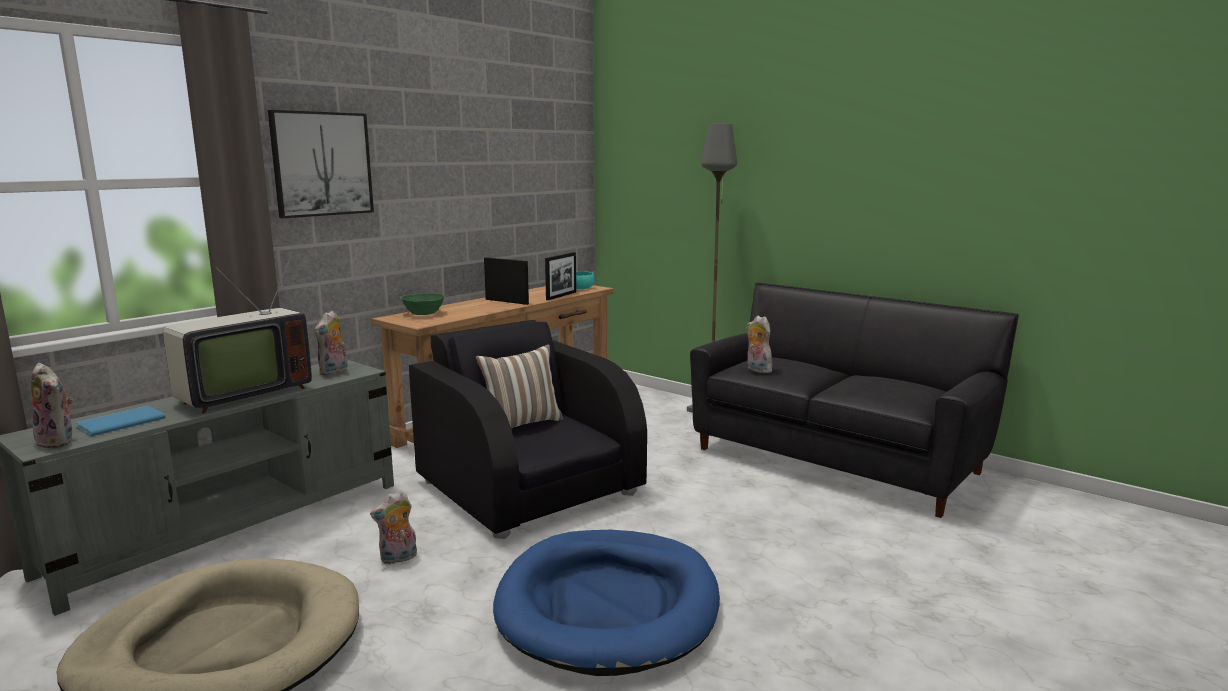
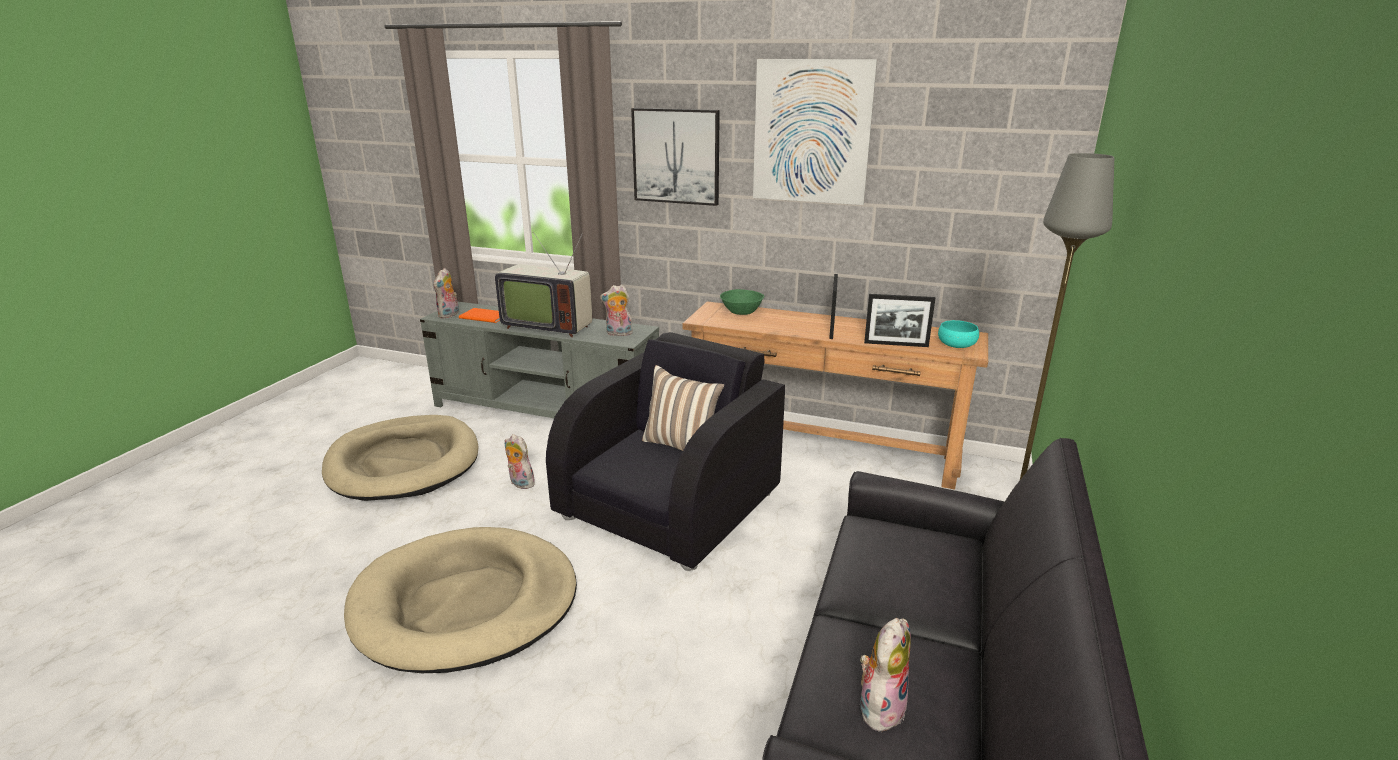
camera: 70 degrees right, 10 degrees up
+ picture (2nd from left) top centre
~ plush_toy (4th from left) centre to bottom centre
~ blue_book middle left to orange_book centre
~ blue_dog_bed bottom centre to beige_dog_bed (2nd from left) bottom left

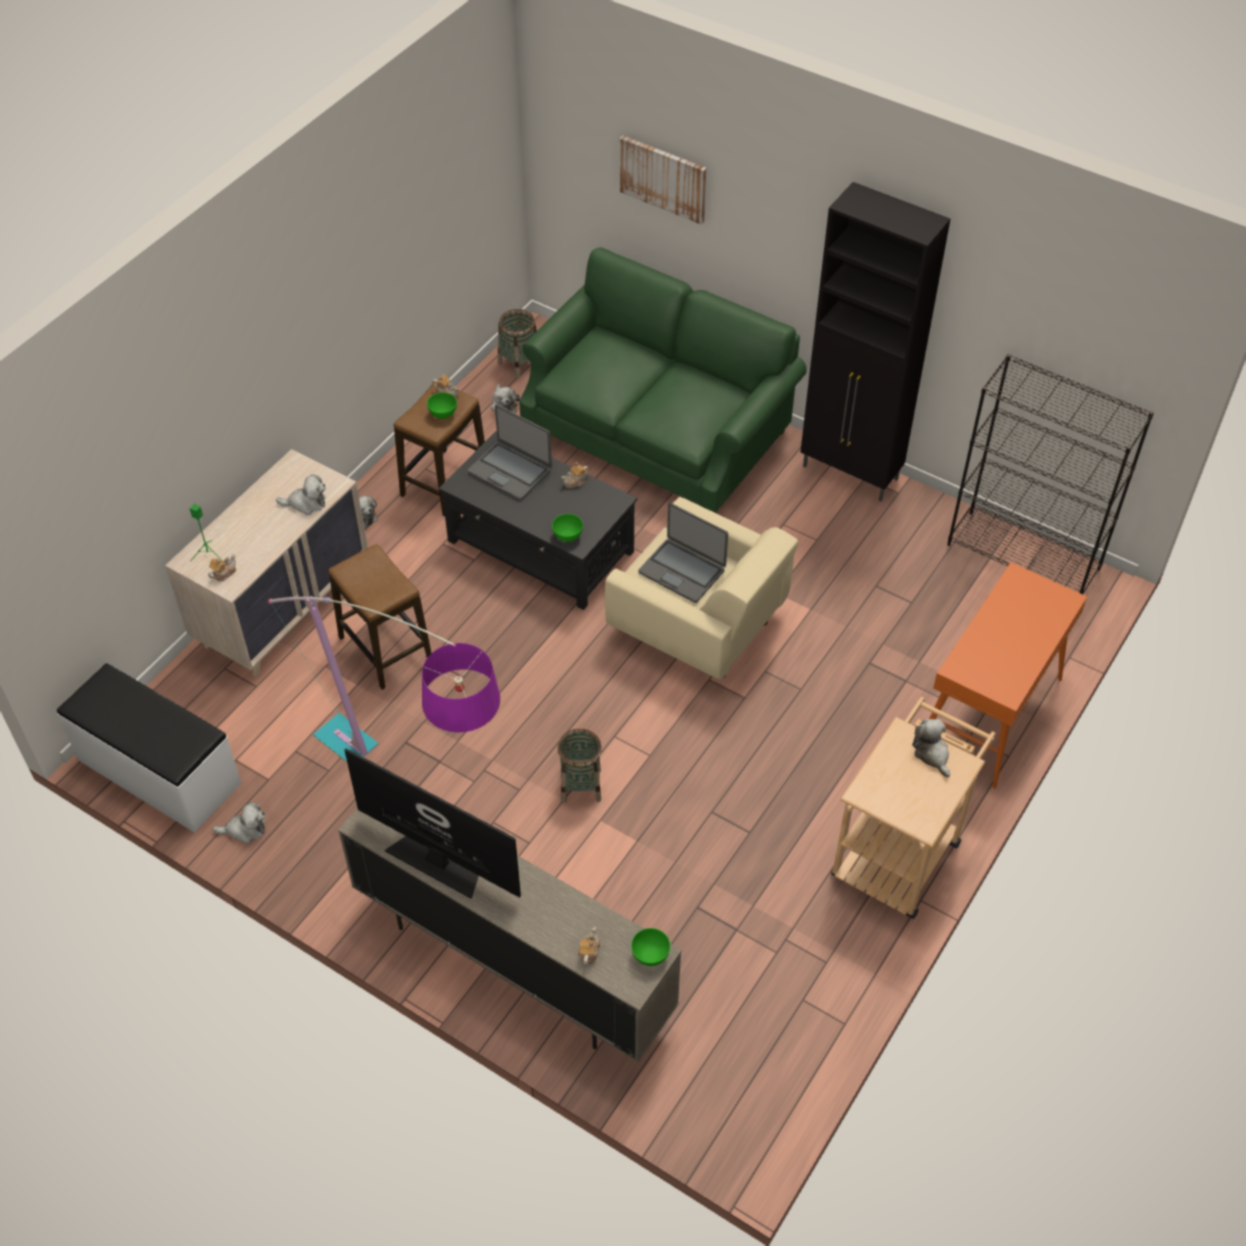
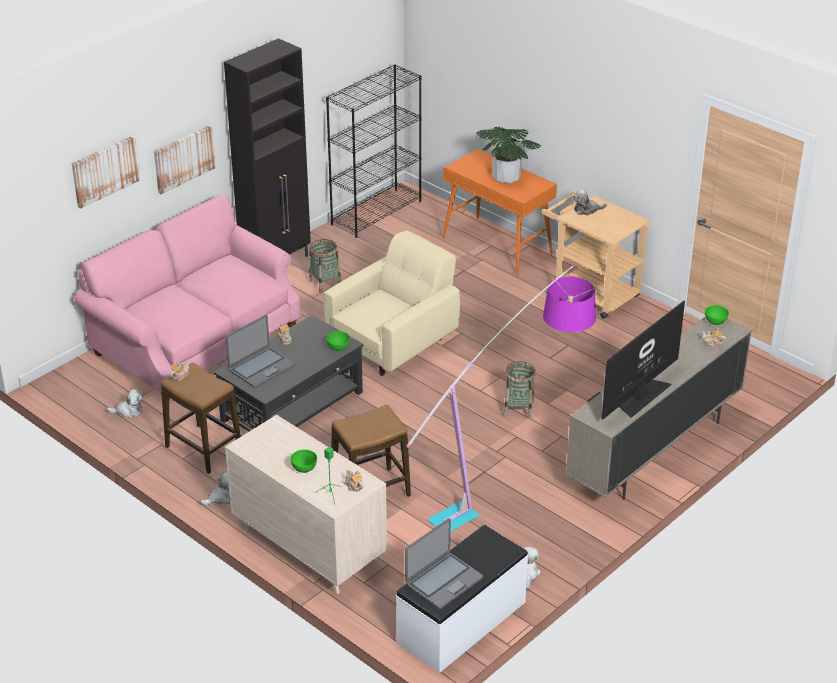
camera: 80 degrees left, 15 degrees down
- plush_toy (2nd from left) middle left
+ picture (2nd from left) top left
+ potted_plant top centre
~ green_bowl (1st from left) top centre to bottom centre
~ basket (1st from left) top centre to centre
~ laptop (2nd from left) centre to bottom centre
~ green_sofa top centre to pink_sofa middle left

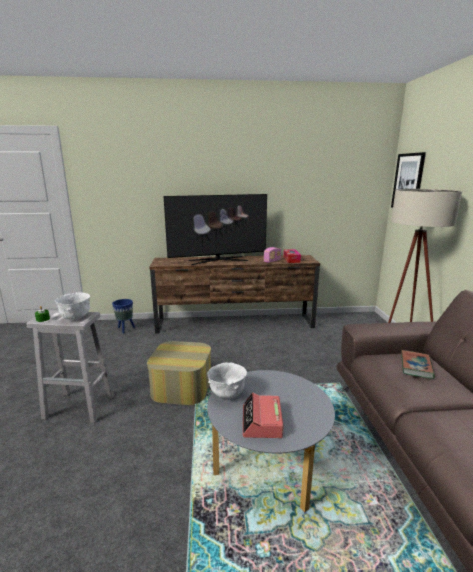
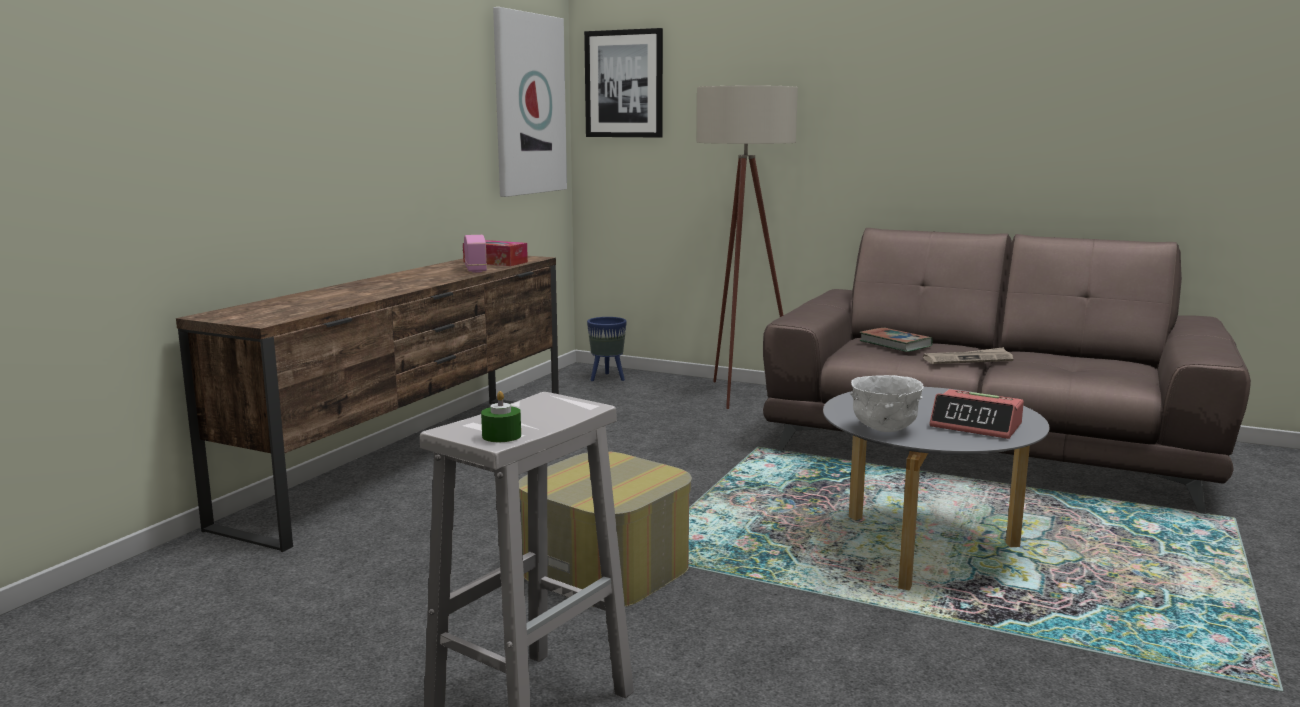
camera: 60 degrees left, 5 degrees down
- white_bowl (1st from left) middle left
- television centre
+ picture (1st from left) top centre
+ newspaper middle right
~ blue_planter middle left to centre

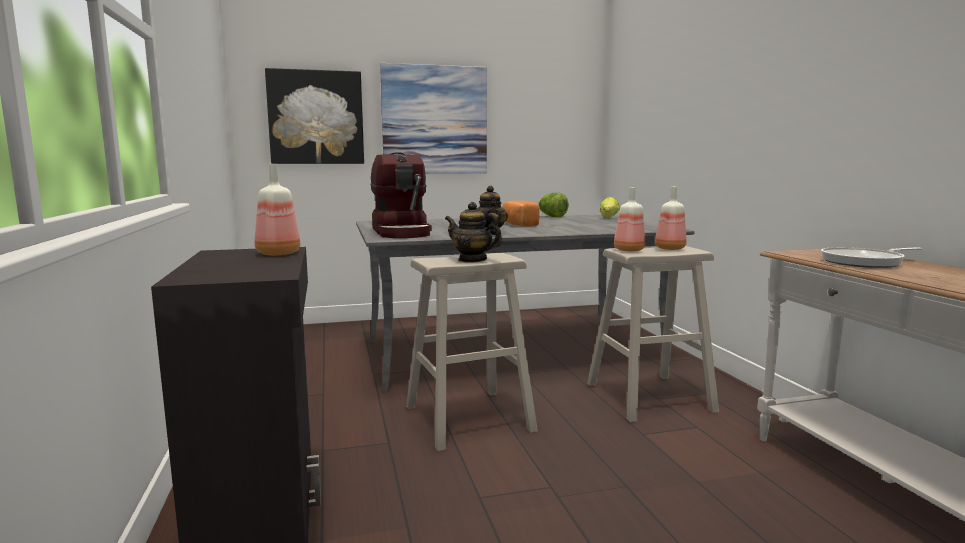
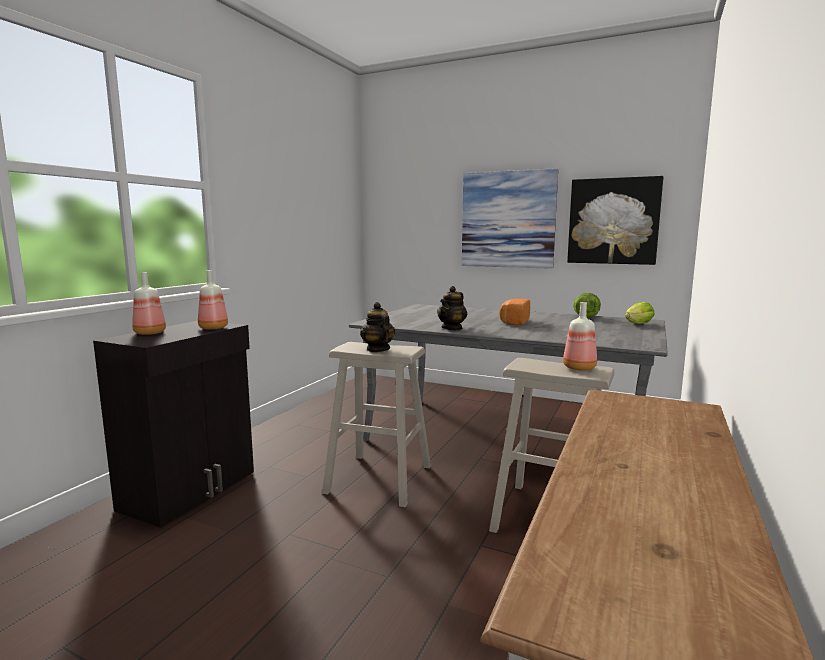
camera: 40 degrees right, 0 degrees up
- coffee_machine centre
- frying_pan middle right
~ picture (1st from left in the first image) top left to picture (2nd from left) middle right
~ bottle (2nd from left in the first image) centre to bottle (1st from left) middle left

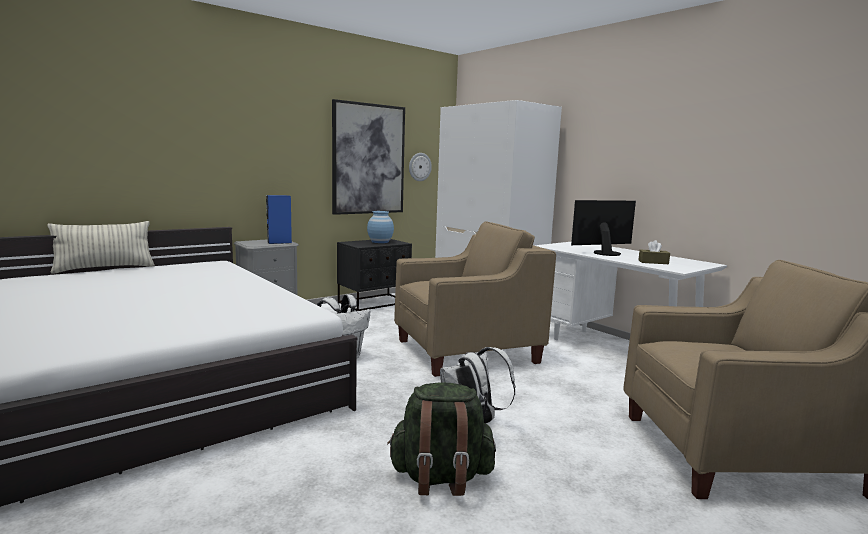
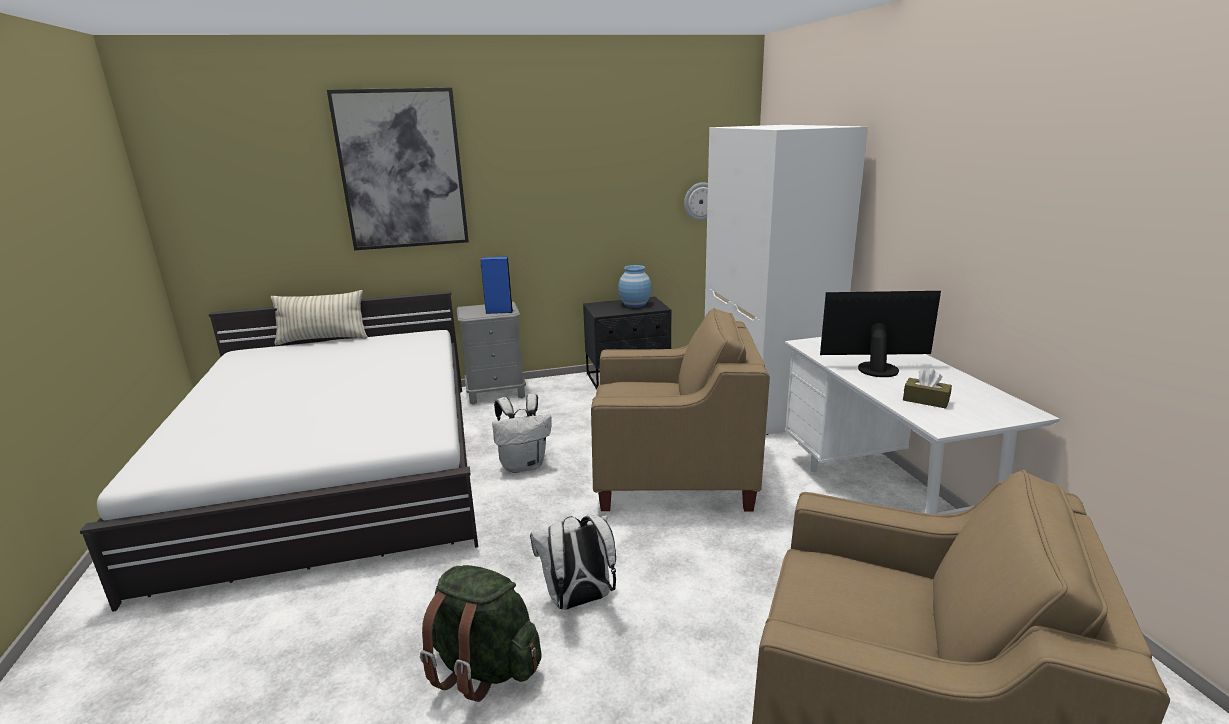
camera: 25 degrees right, 10 degrees up
~ picture top centre to top left

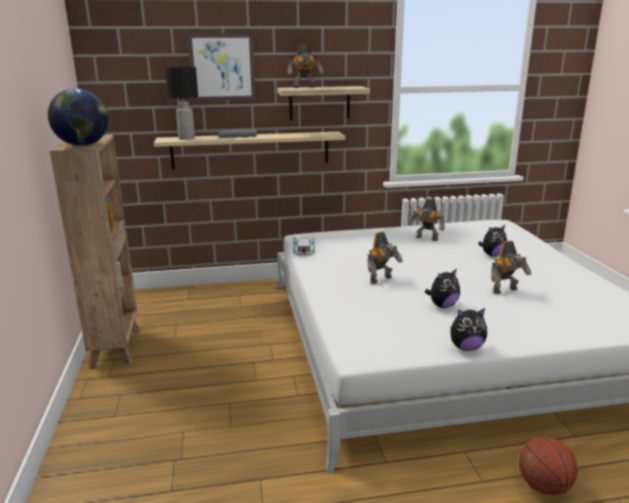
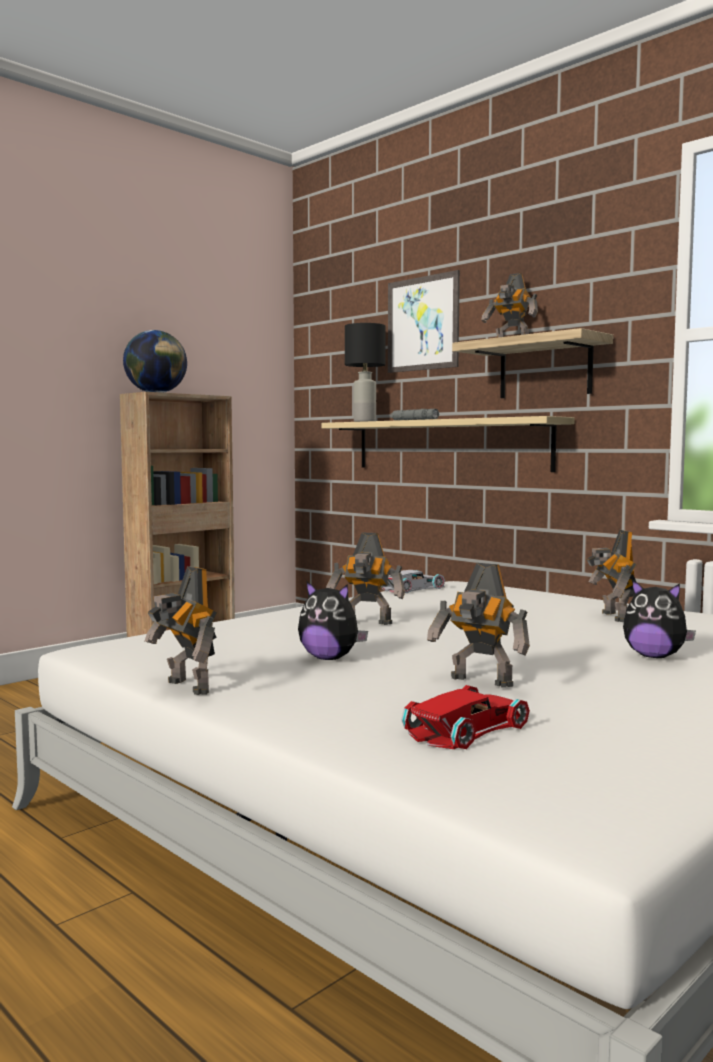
camera: 55 degrees right, 15 degrees down
- basketball bottom right
+ red_toy_car bottom centre
~ plush_toy (2nd from left) middle right to toy_robot (1st from left) middle left

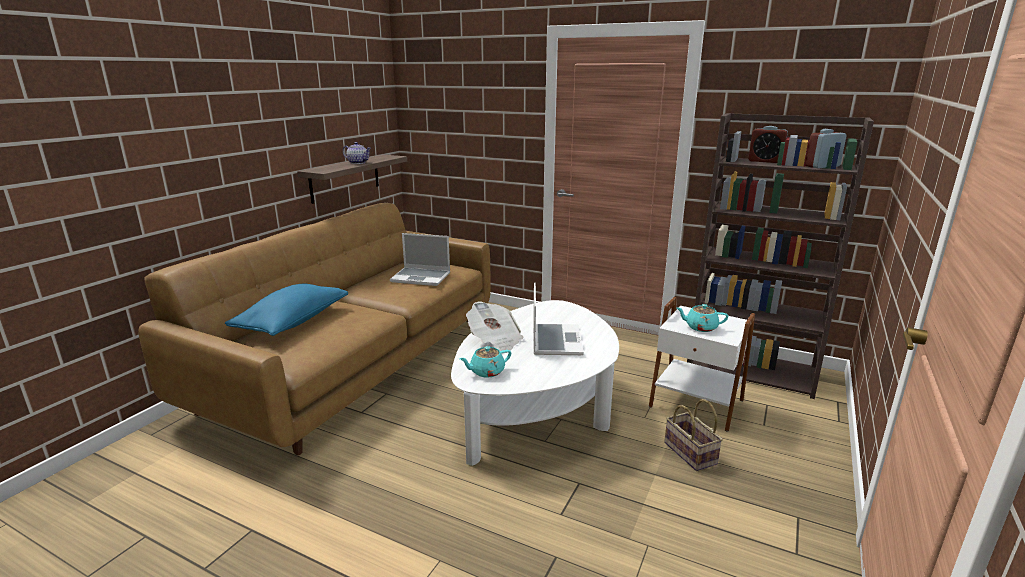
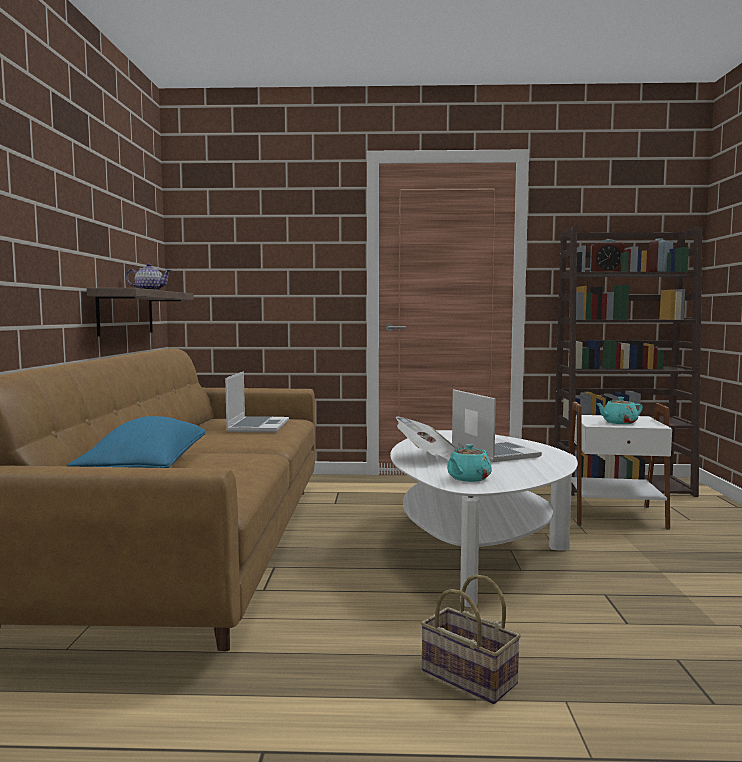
camera: 25 degrees left, 15 degrees down
~ basket bottom right to bottom centre
~ laptop (1st from left) centre = centre 75 degrees counterclockwise

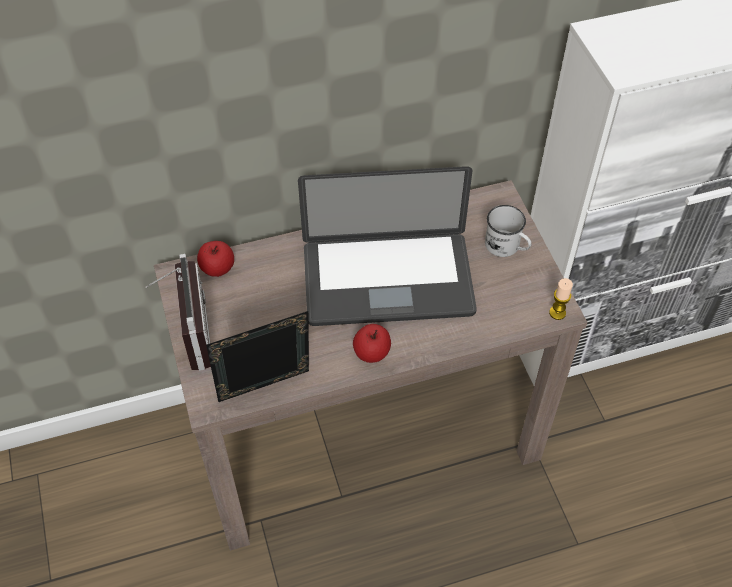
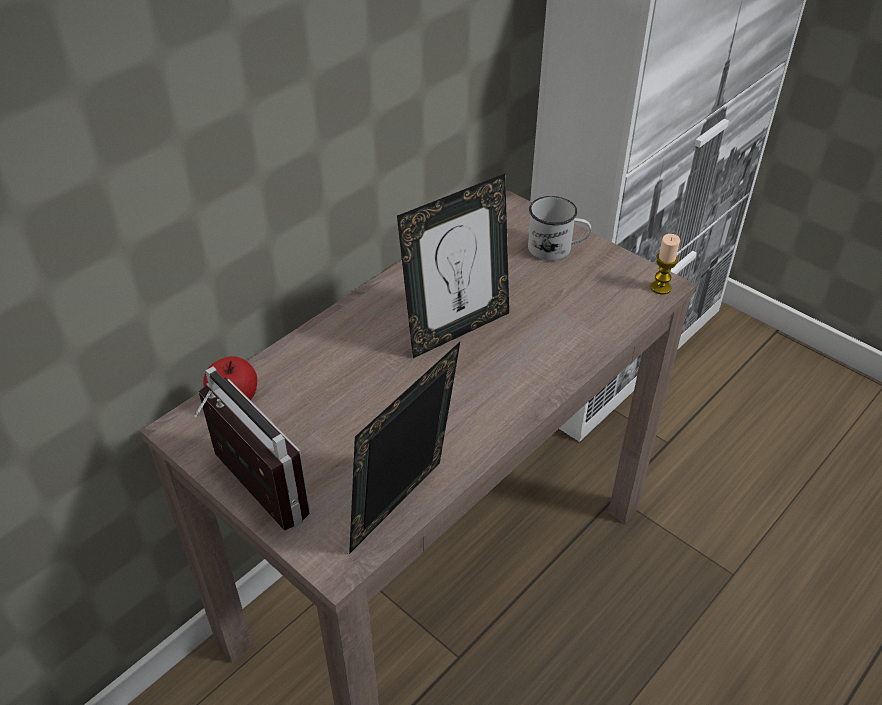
camera: 30 degrees left, 10 degrees down
- apple (2nd from left) centre
~ laptop centre to picture_frame (2nd from left) centre

